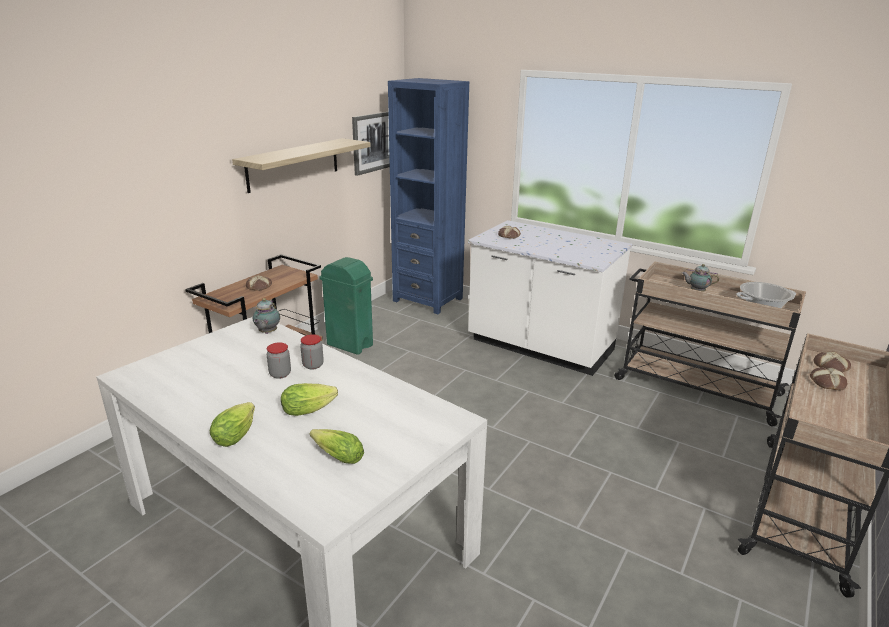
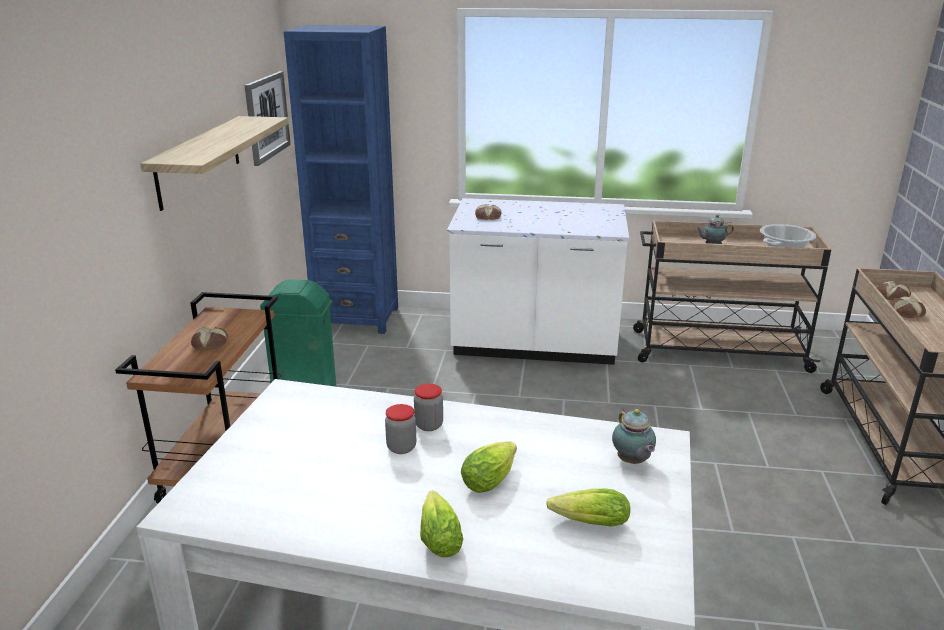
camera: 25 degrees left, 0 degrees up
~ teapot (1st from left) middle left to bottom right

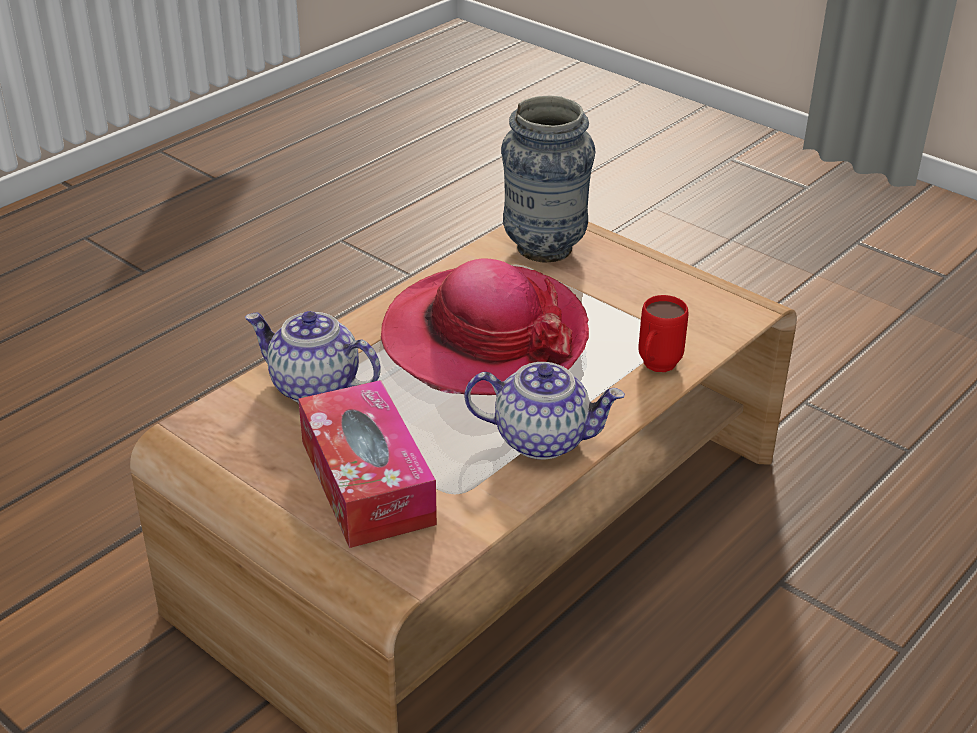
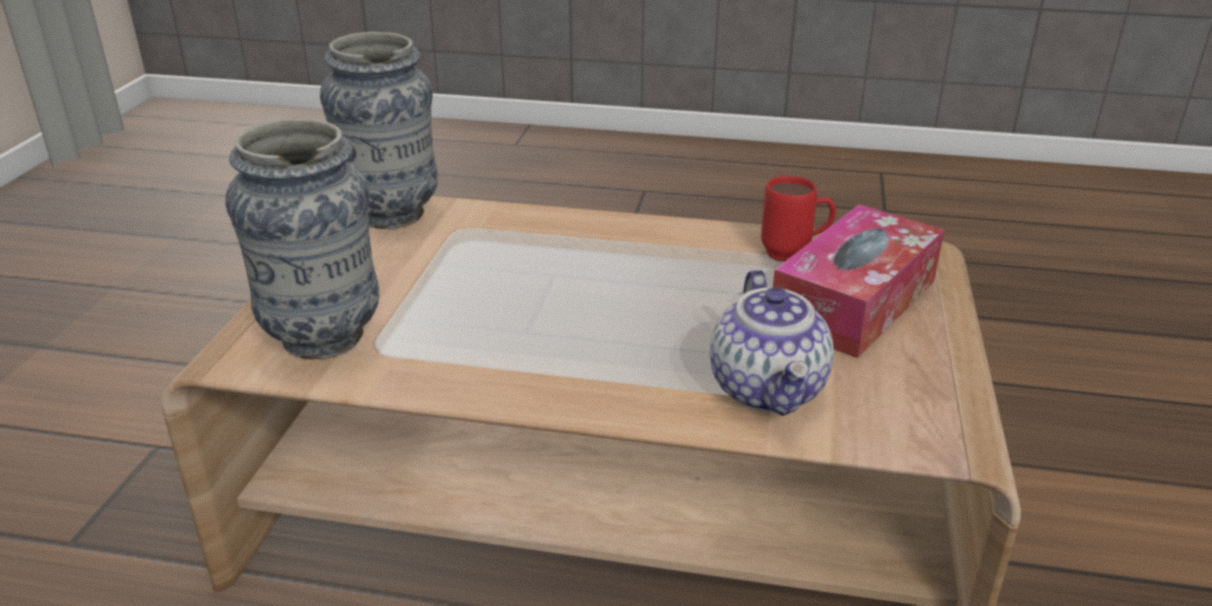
camera: 120 degrees left, 5 degrees down
- hat centre
- teapot (2nd from left) centre
+ vase (2nd from left) top left
~ red_mug middle right to centre

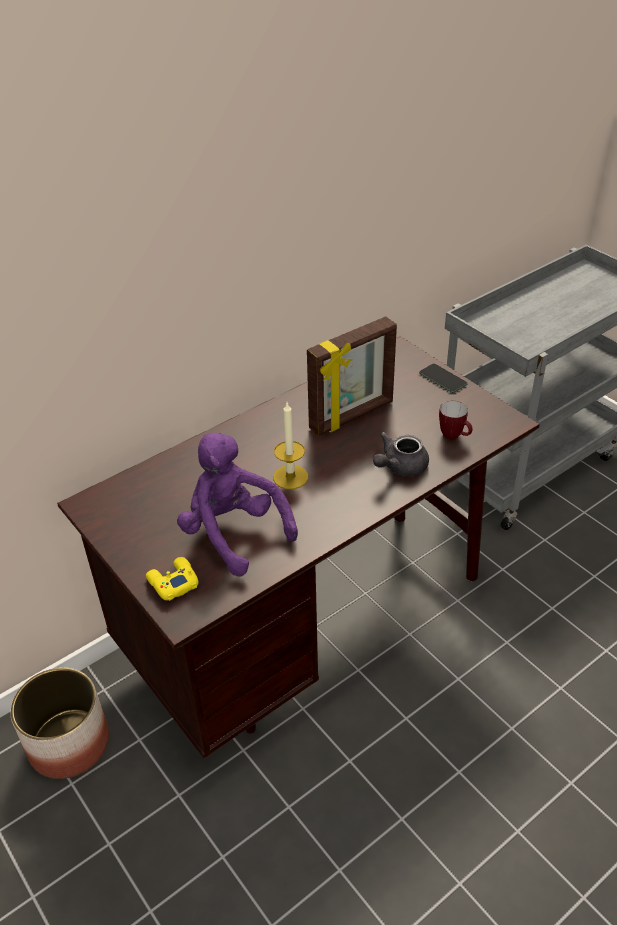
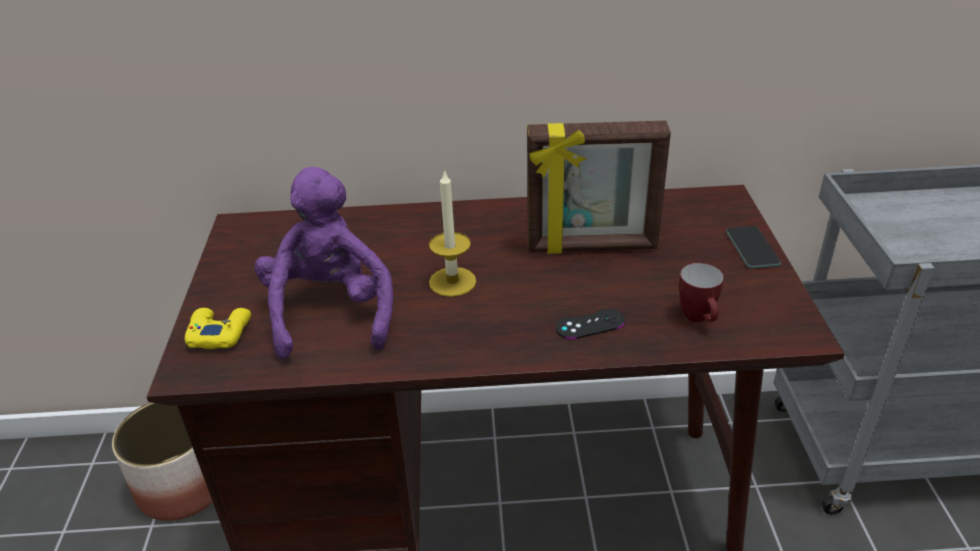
camera: 35 degrees right, 5 degrees down
~ grey_teapot centre to black_game_controller centre

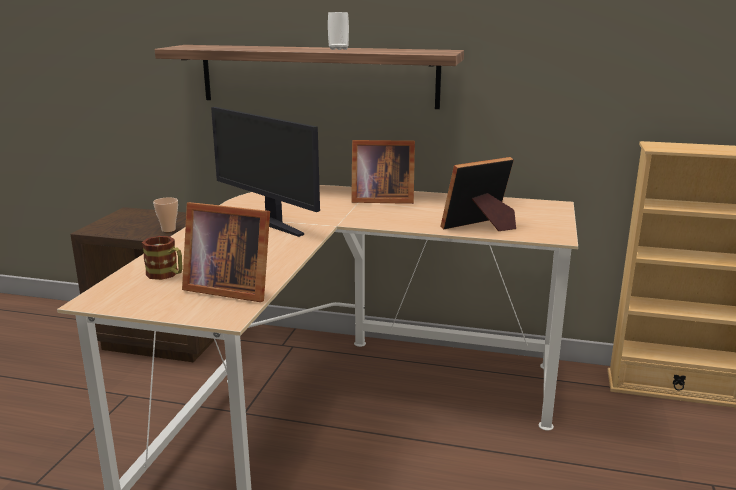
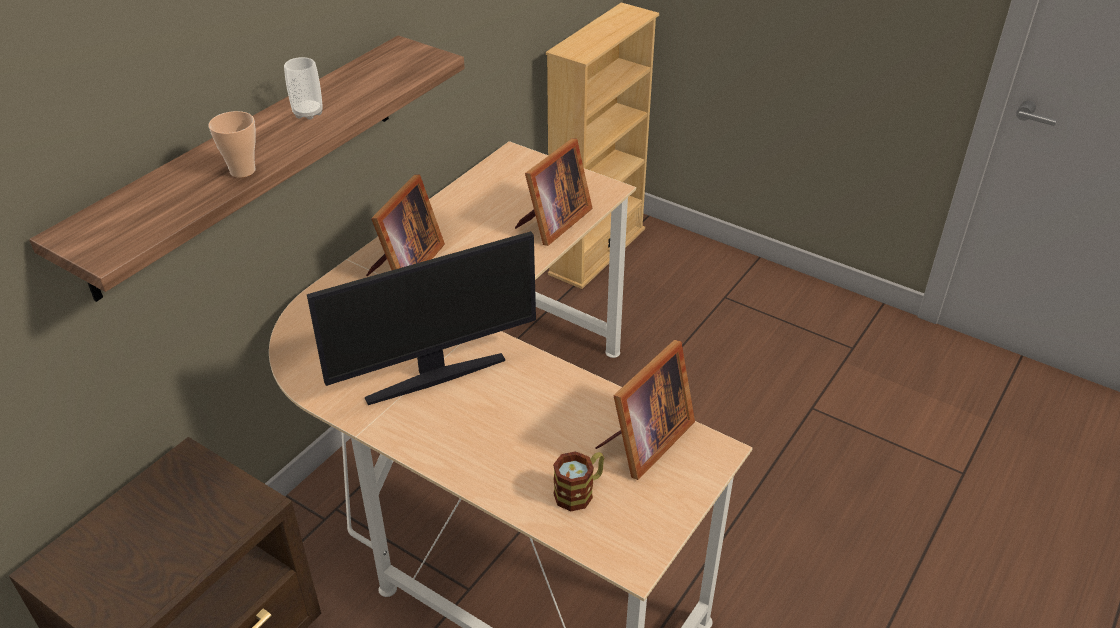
camera: 70 degrees left, 20 degrees up
~ cup (1st from left) middle left to top left
~ picture_frame (3rd from left in the first image) centre = top centre 135 degrees counterclockwise

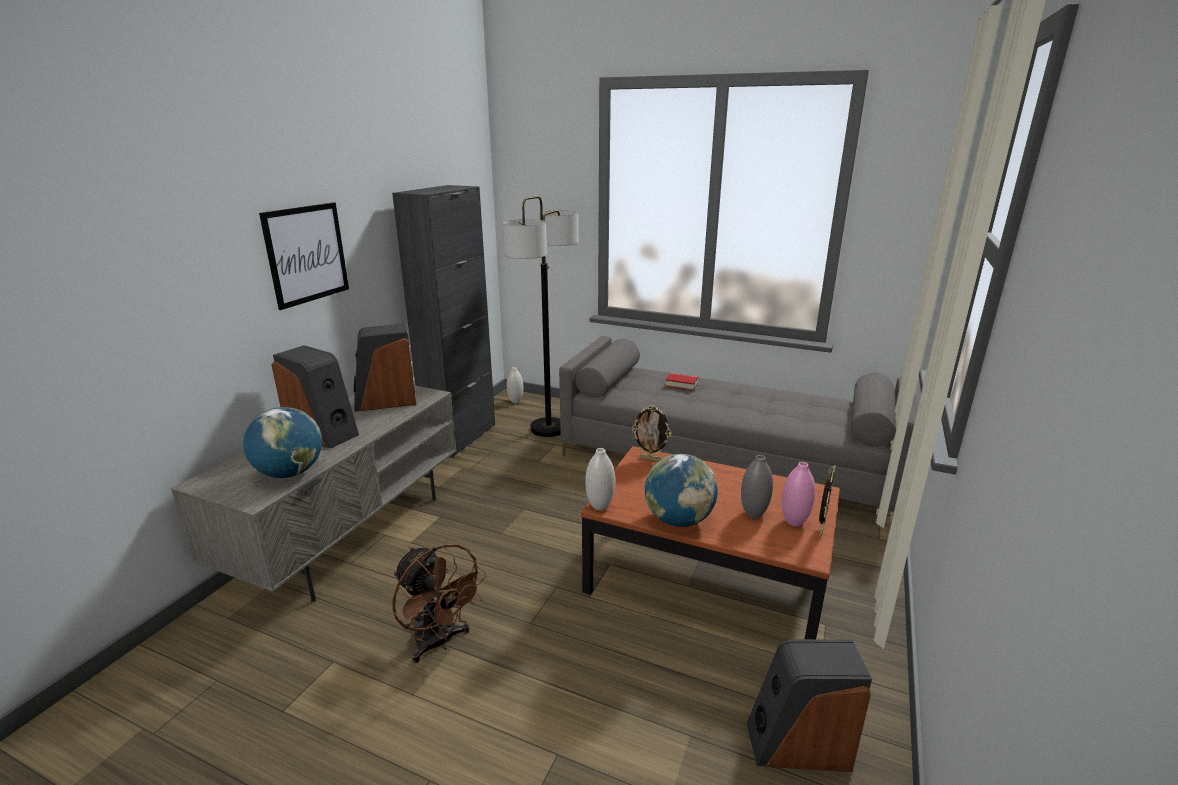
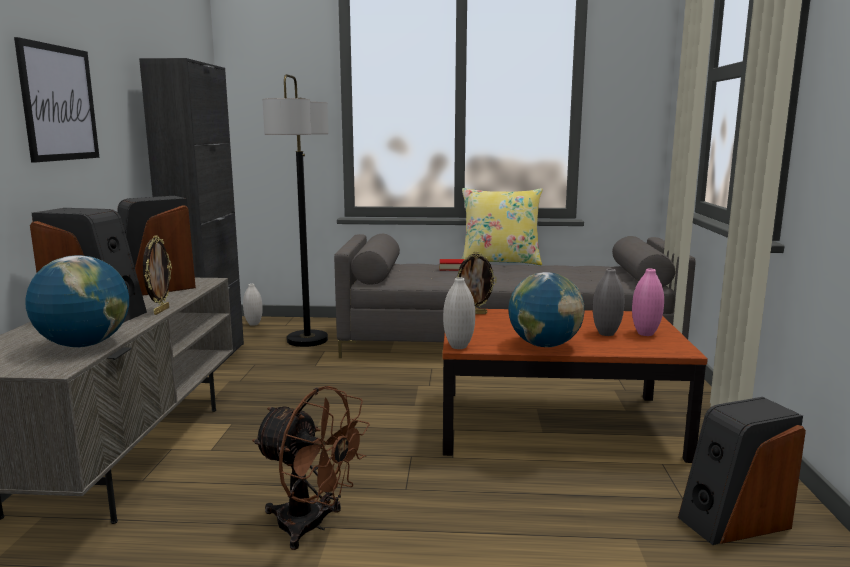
camera: 20 degrees left, 10 degrees down
+ yellow_pillow centre
~ picture_frame (2nd from left in the first image) middle right to picture_frame (1st from left) middle left

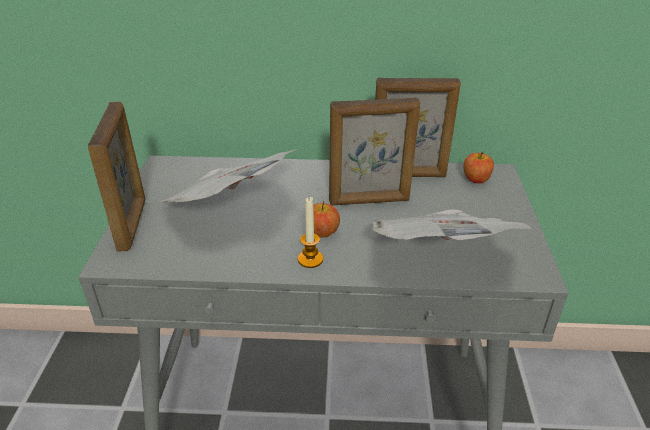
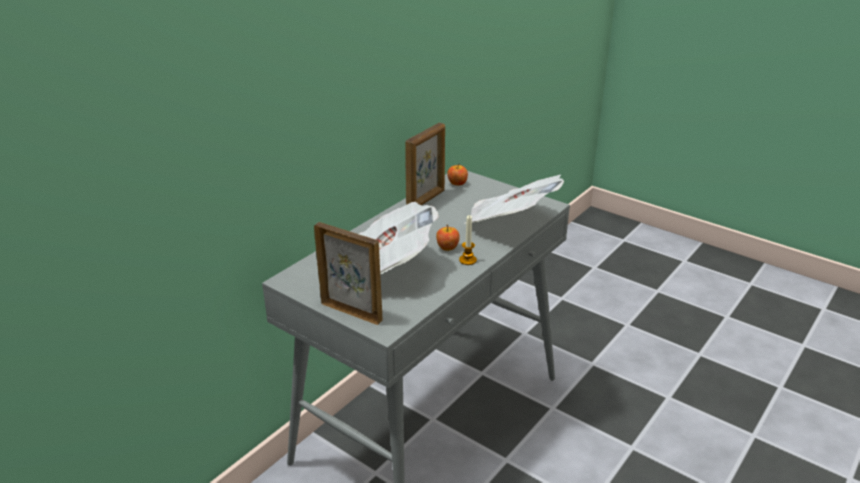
camera: 55 degrees left, 5 degrees down
- picture_frame (2nd from left) centre

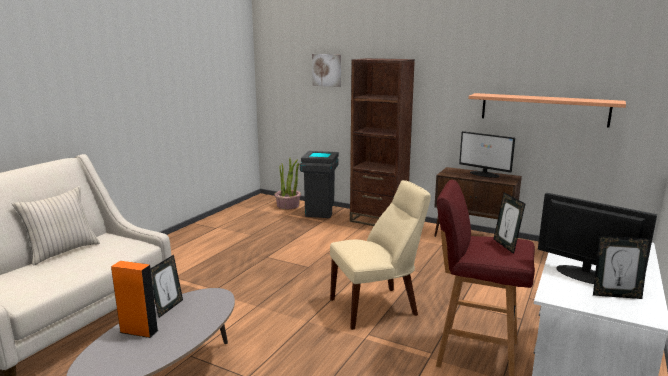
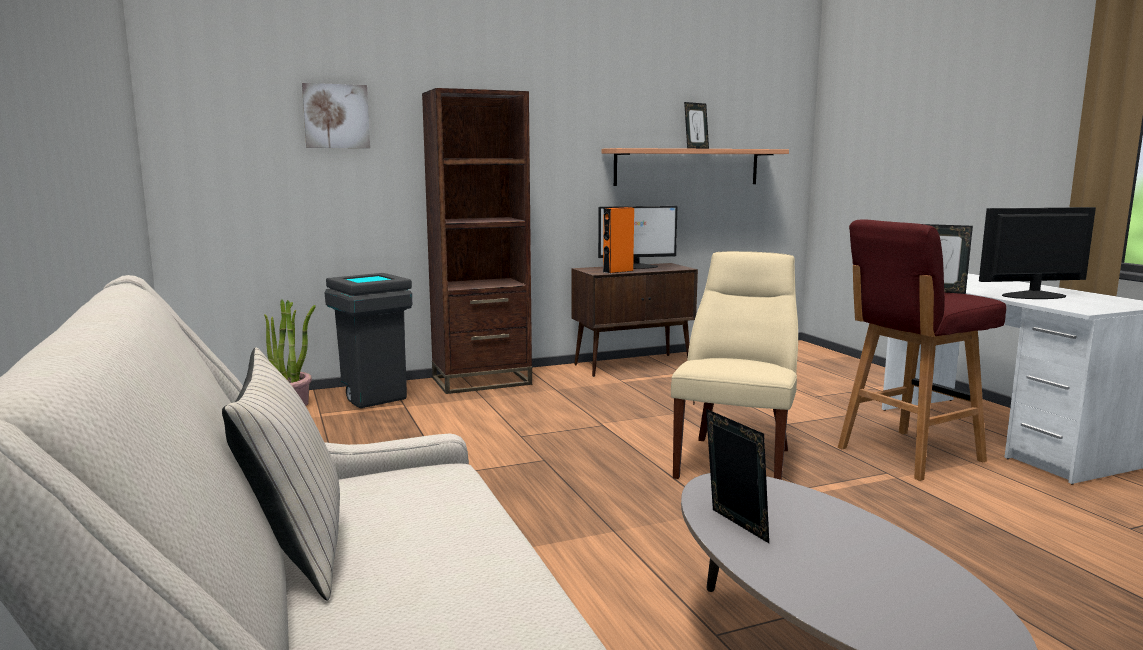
camera: 50 degrees left, 5 degrees down
~ orange_speaker bottom left to centre
~ picture_frame (3rd from left in the first image) bottom right to picture_frame (1st from left) top centre

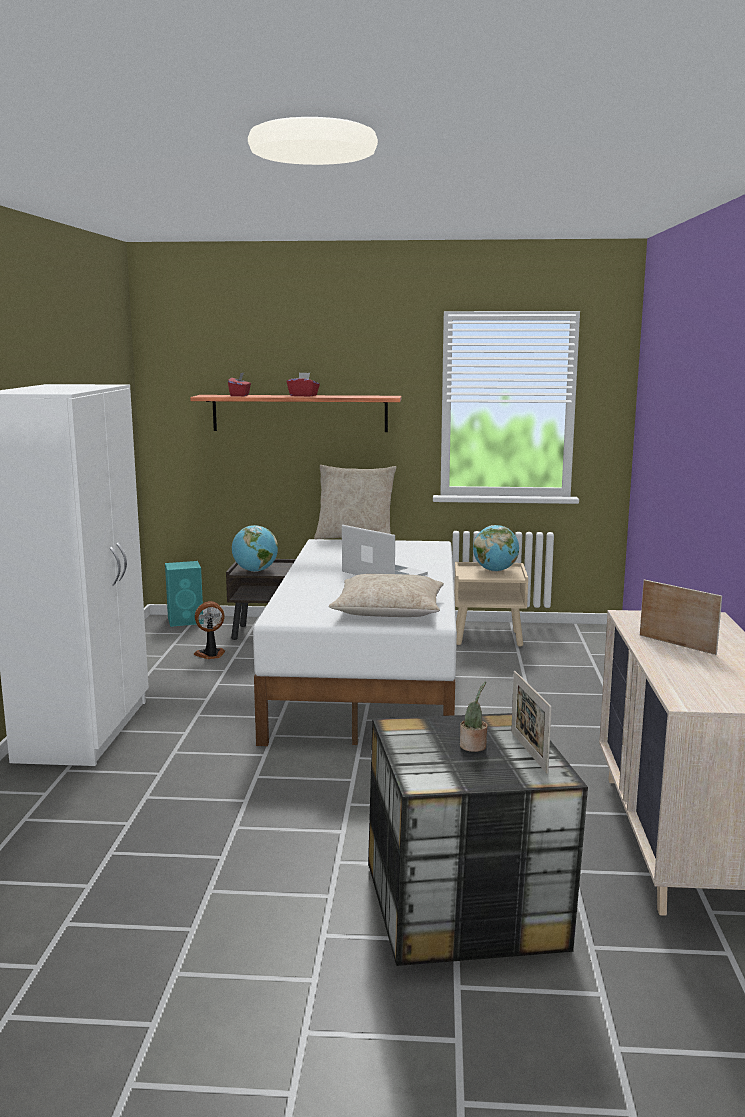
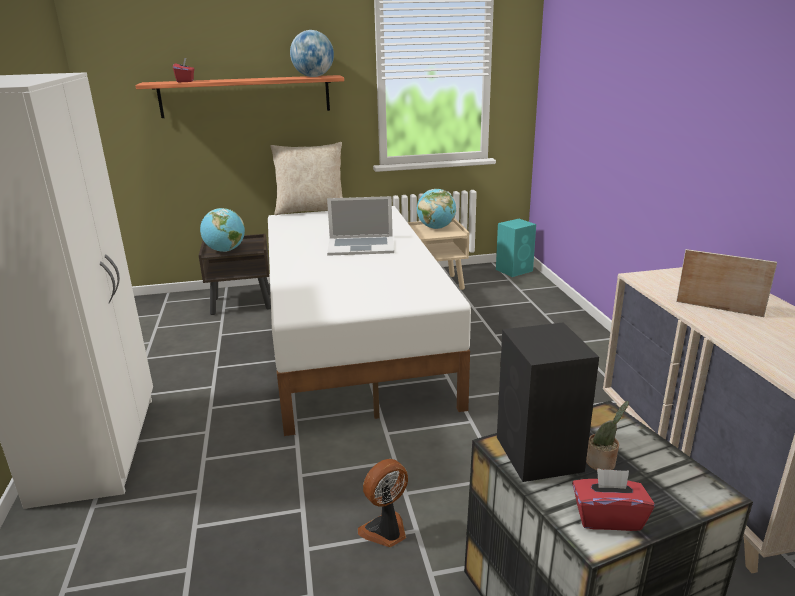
camera: 15 degrees left, 10 degrees up
- beige_pillow (2nd from left) centre
- picture_frame (1st from left) middle right
+ globe (2nd from left) top centre
+ black_speaker bottom right
~ turquoise_speaker middle left to centre
~ fan middle left to bottom centre
~ red_tissue_box (2nd from left) centre to bottom right
~ laptop centre = centre 150 degrees clockwise

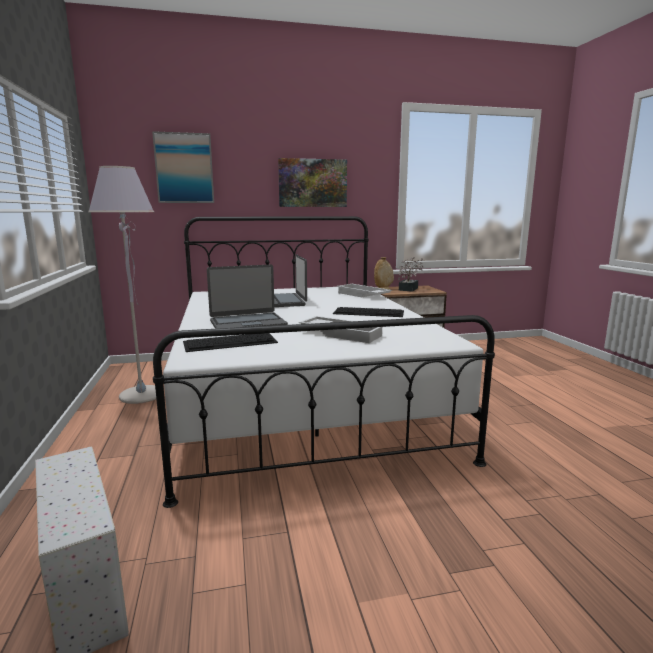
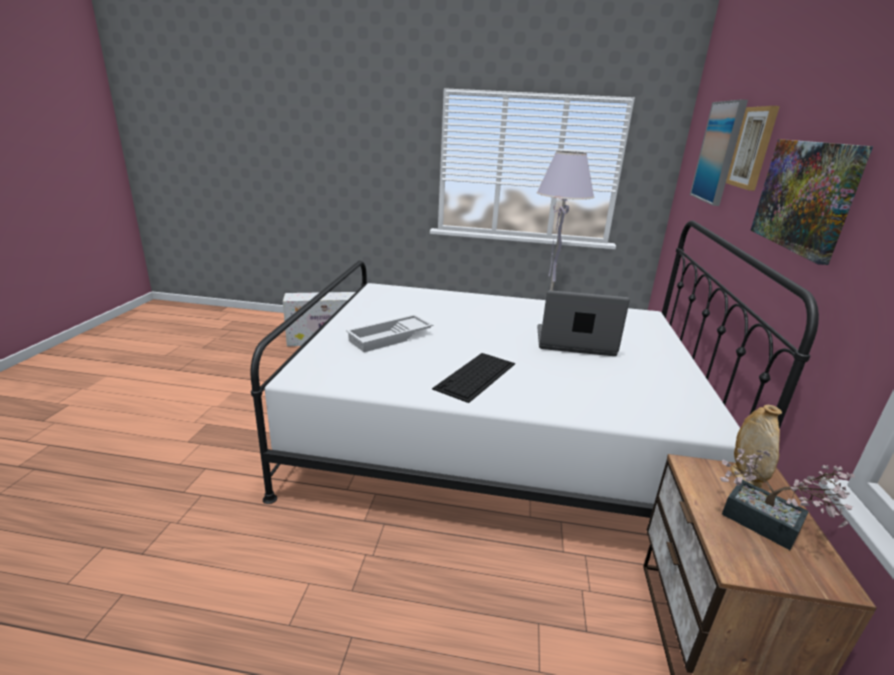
camera: 110 degrees right, 10 degrees up
- keyboard (1st from left) centre
- laptop (1st from left) centre
- white_tray (2nd from left) centre
+ picture (2nd from left) top right

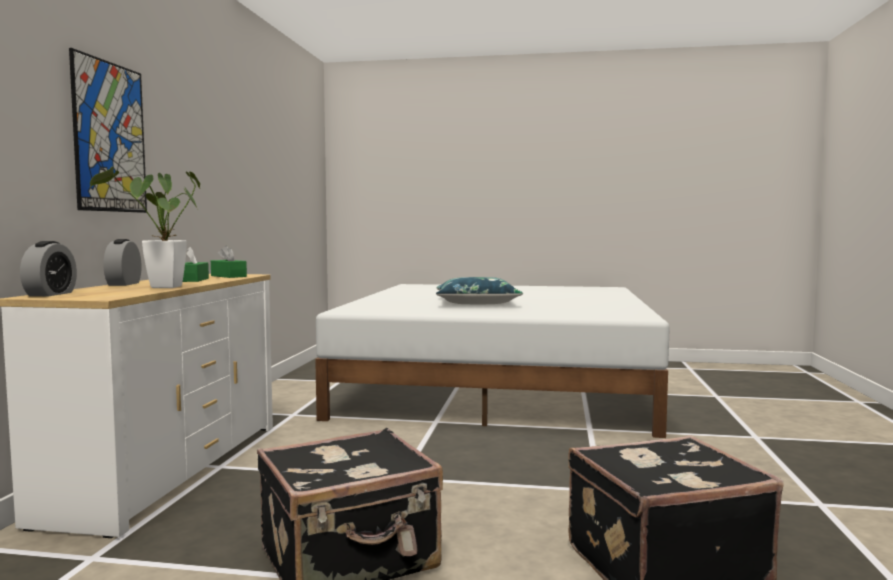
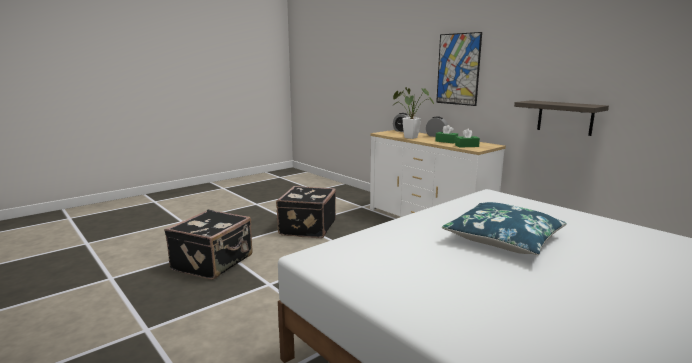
camera: 130 degrees right, 10 degrees up
+ shelf top right

